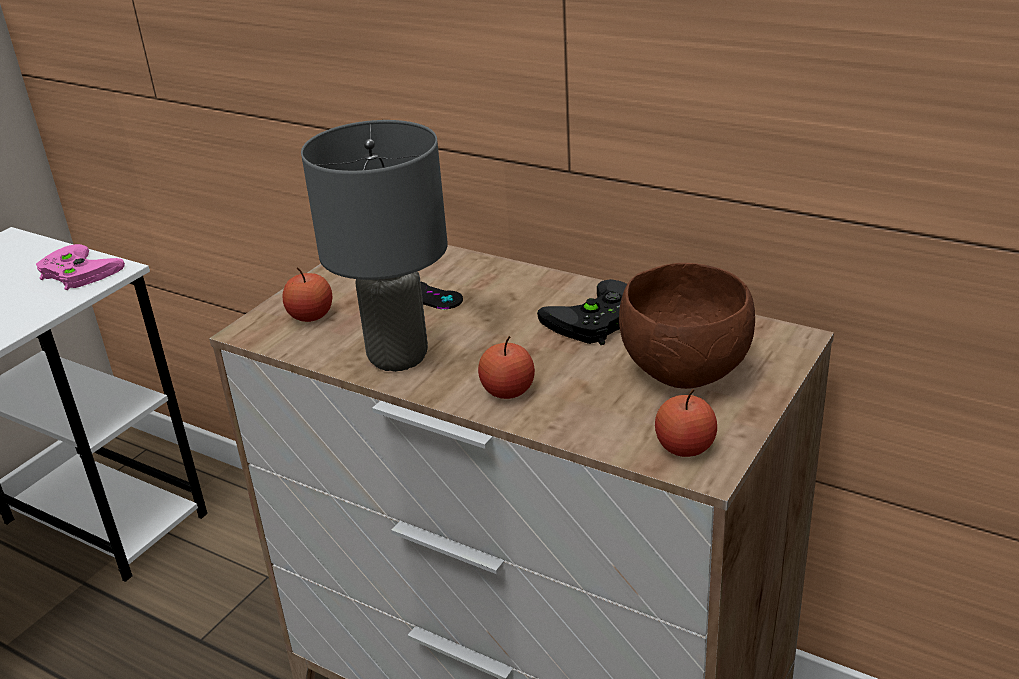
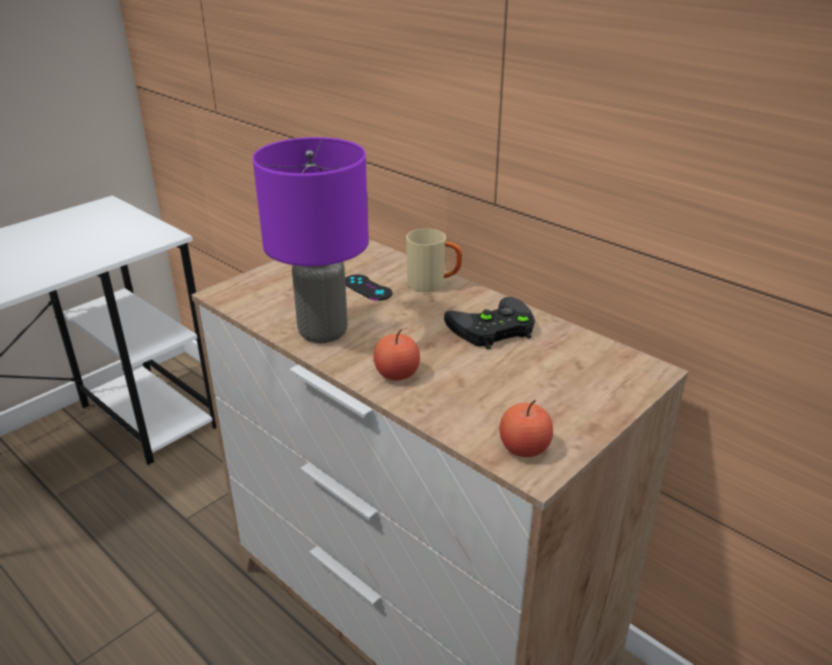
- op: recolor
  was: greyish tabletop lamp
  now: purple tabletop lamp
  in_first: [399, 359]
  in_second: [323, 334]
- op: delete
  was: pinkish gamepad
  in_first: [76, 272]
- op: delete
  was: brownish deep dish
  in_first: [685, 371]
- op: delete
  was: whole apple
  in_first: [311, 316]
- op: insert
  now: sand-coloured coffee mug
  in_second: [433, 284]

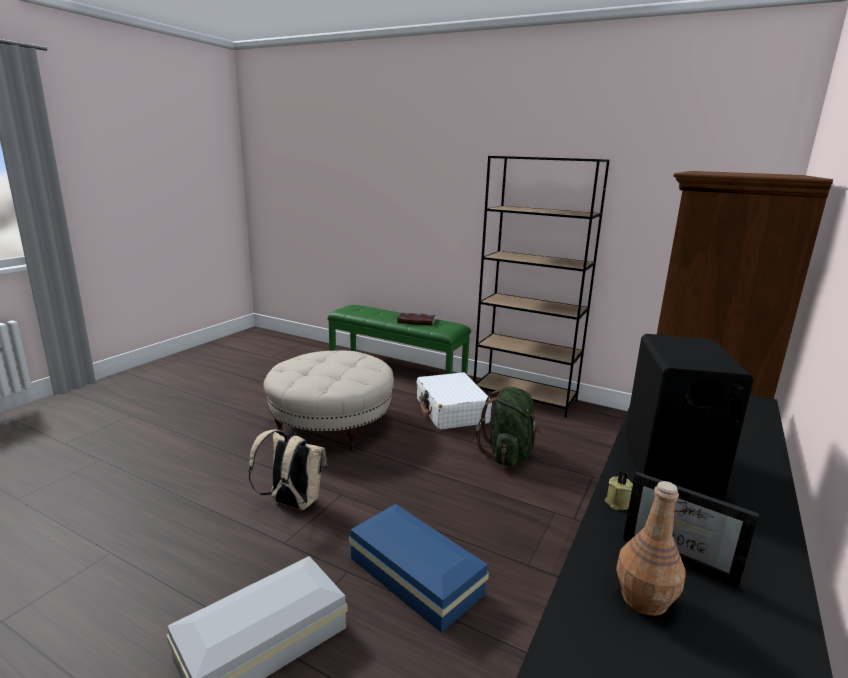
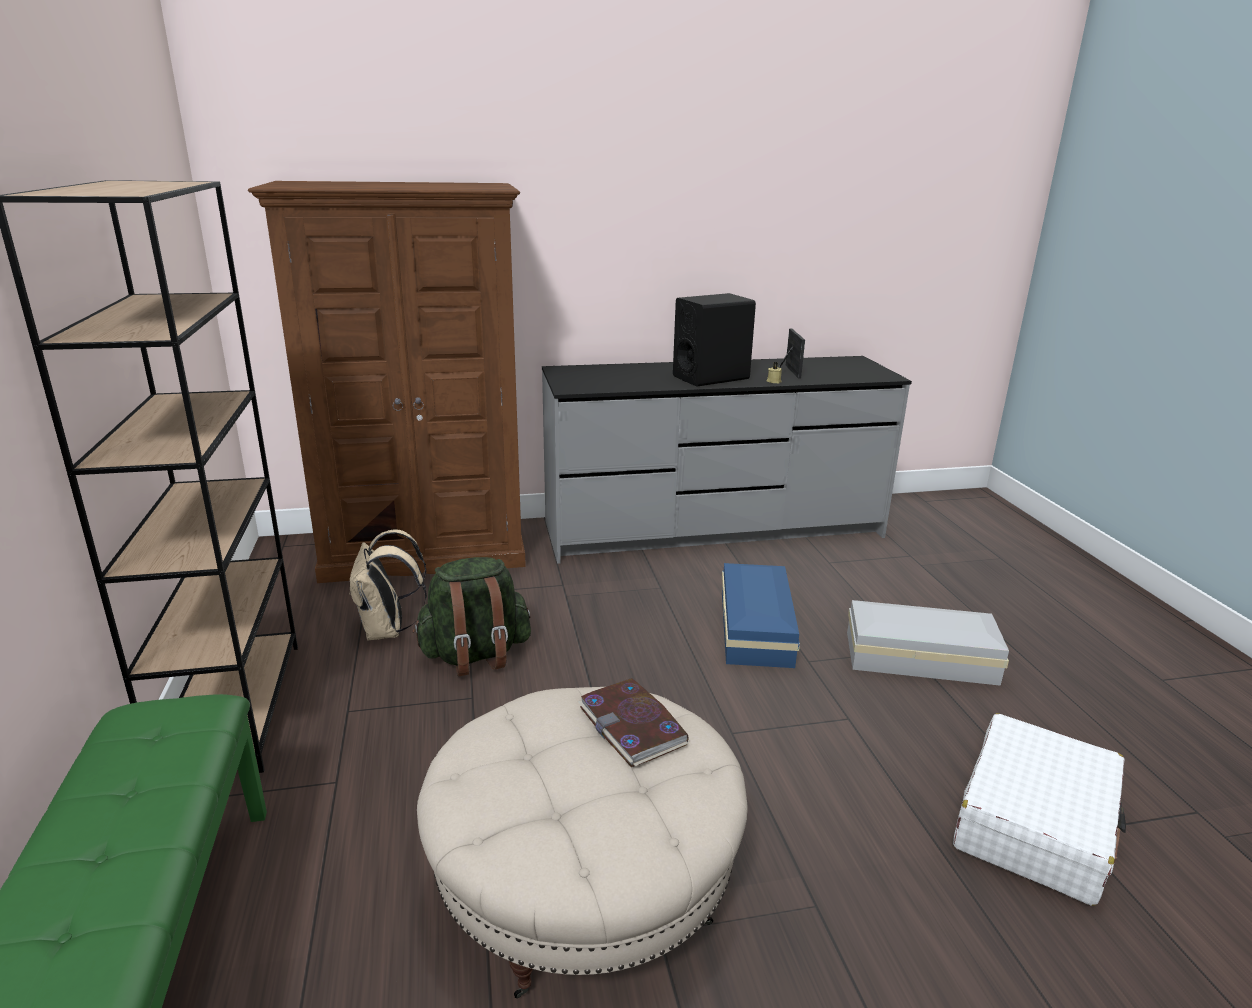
- op: move
  was: book
  in_first: [416, 321]
  in_second: [633, 726]
- op: move
  was: whitish suitcase
  in_first: [451, 411]
  in_second: [1035, 823]
- op: move
  was: sand-coloured knapsack
  in_first: [292, 503]
  in_second: [388, 631]
- op: delete
  was: brownish bottle
  in_first: [644, 598]

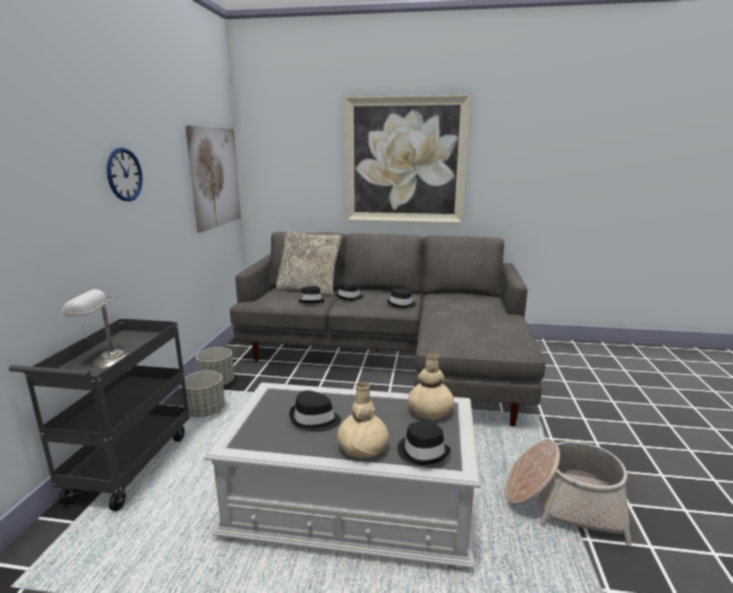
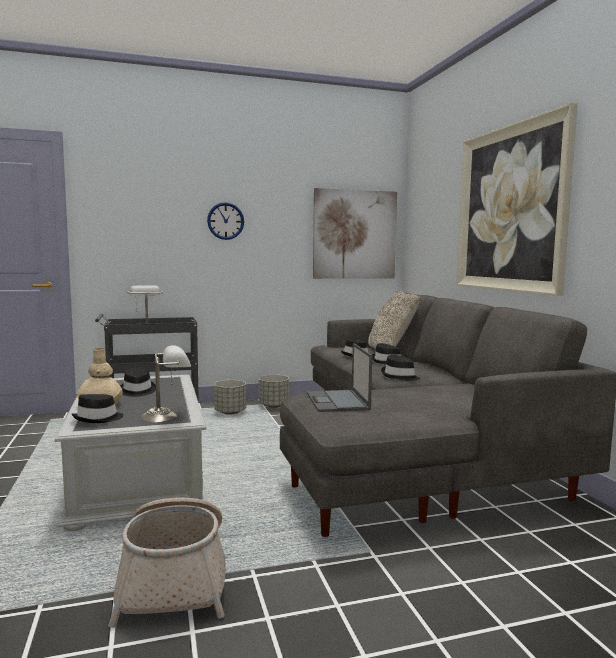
- op: replace
  was: sand-coloured decorative vase
  now: whitish tabletop lamp
  in_first: [430, 412]
  in_second: [166, 415]
- op: insert
  now: laptop
  in_second: [337, 401]

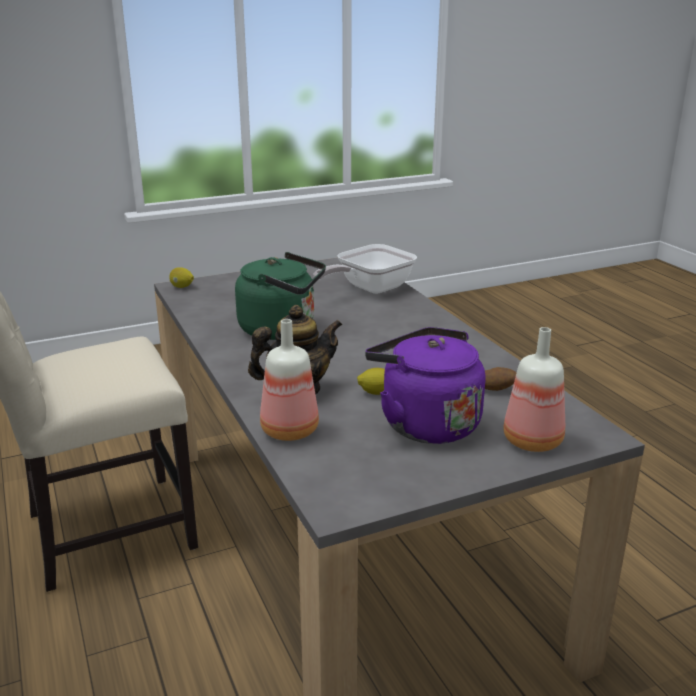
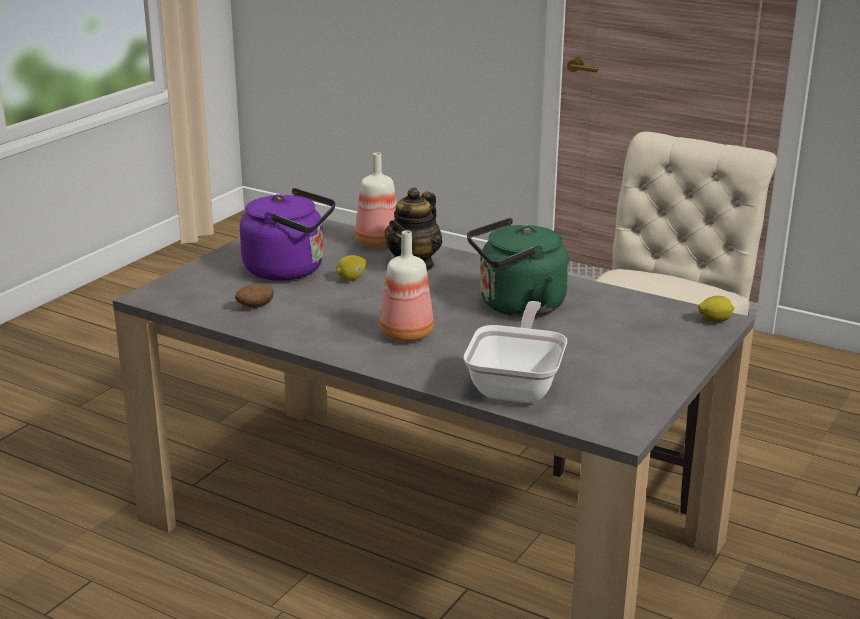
- op: move
  was: bottle
  in_first: [534, 442]
  in_second: [404, 334]

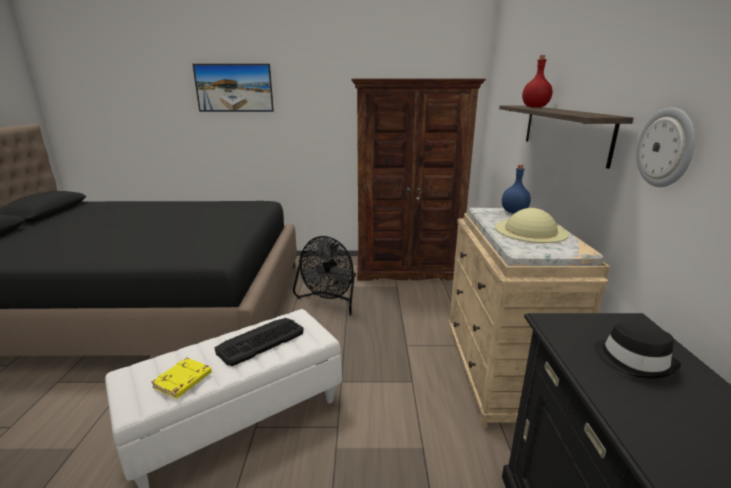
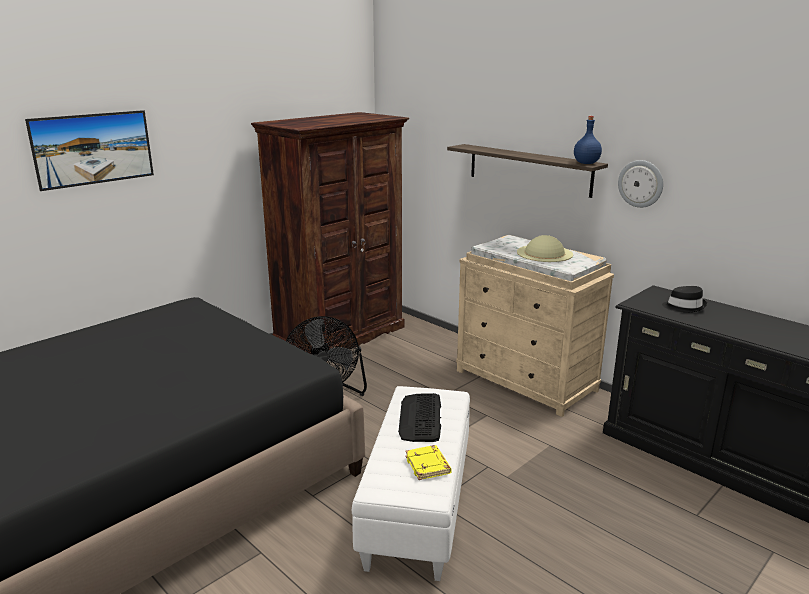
- op: delete
  was: red bottle
  in_first: [535, 107]
- op: move
  was: blue bottle
  in_first: [513, 212]
  in_second: [585, 163]

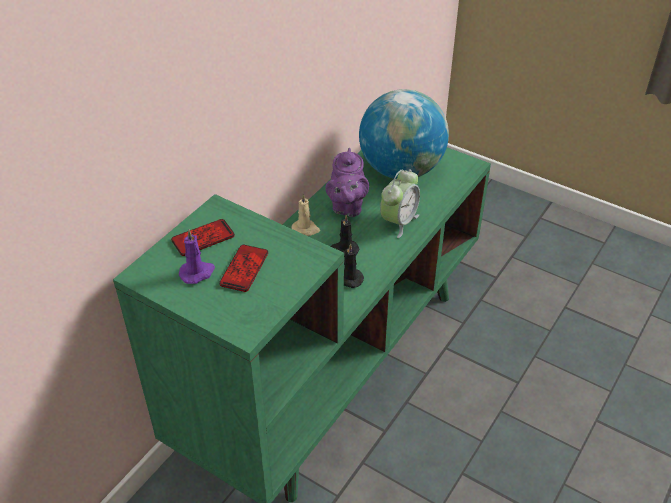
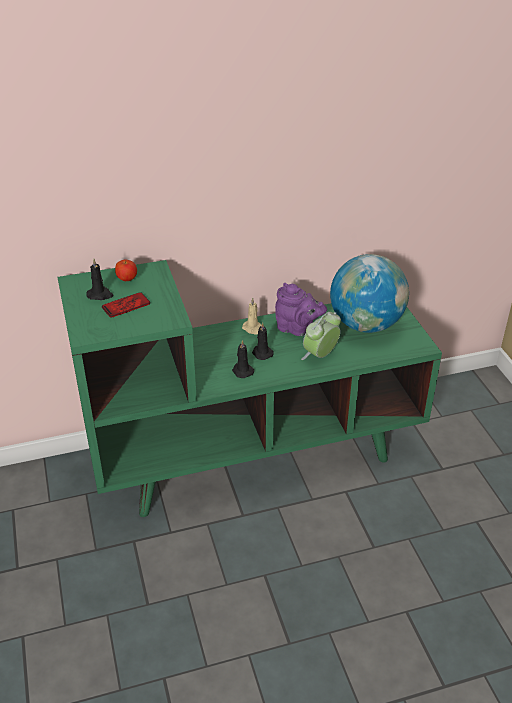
- op: rotate
  was: purple tea pot
  in_first: [346, 207]
  in_second: [297, 329]
  clockwise: -105
- op: rotate
  was: bedside clock
  in_first: [398, 222]
  in_second: [320, 355]
  clockwise: 150
- op: replace
  was: phone
  now: whole apple
  in_first: [203, 238]
  in_second: [127, 279]
- op: recolor
  was: purple wax candle
  now: black wax candle
  in_first: [197, 273]
  in_second: [100, 295]

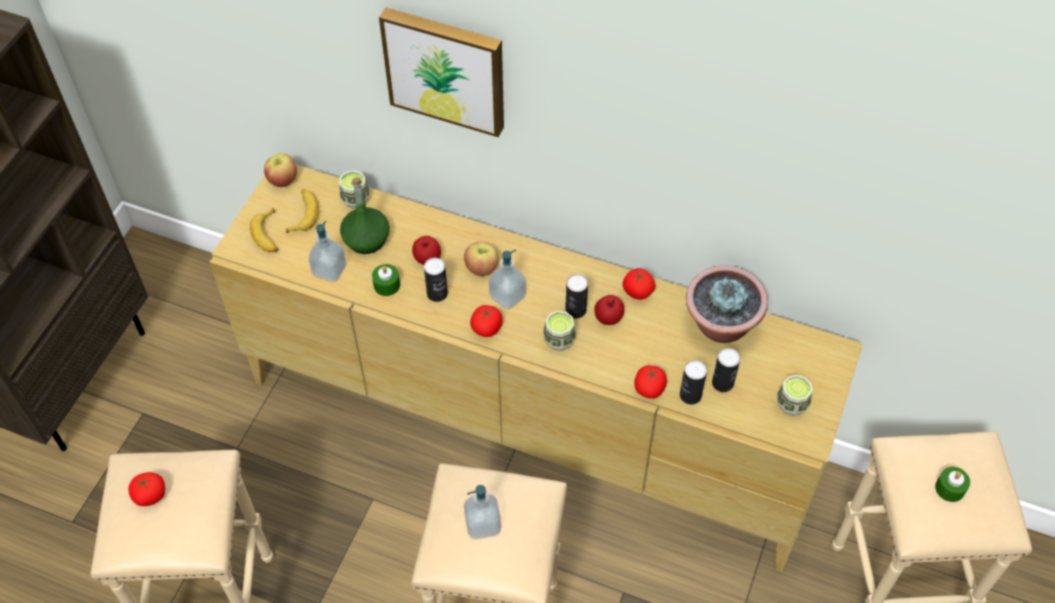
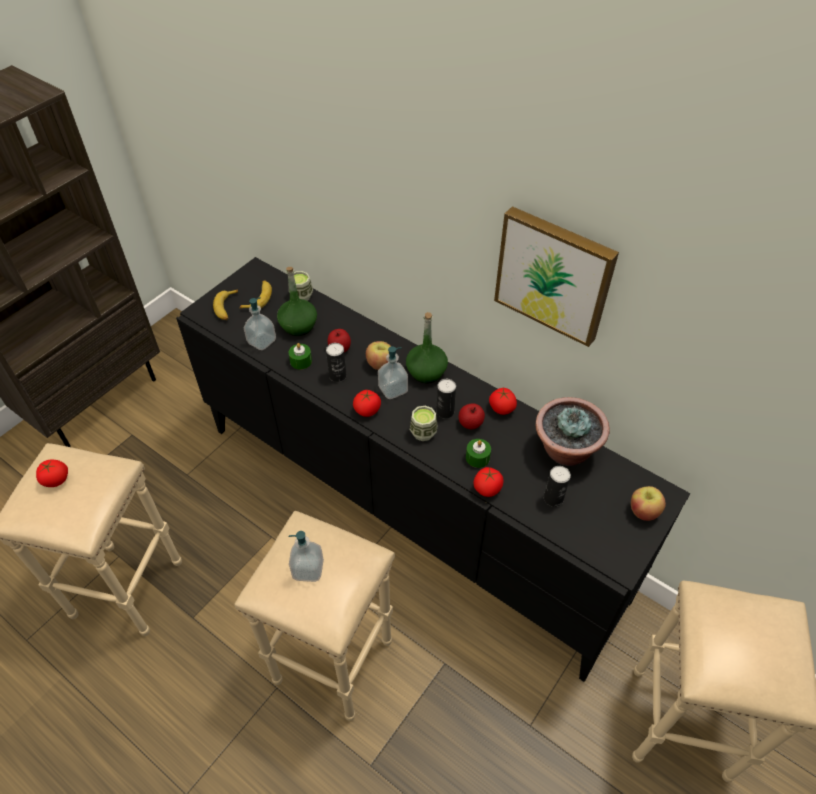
- op: move
  was: wall art
  in_first: [446, 68]
  in_second: [555, 274]
- op: move
  was: whole apple
  in_first: [282, 180]
  in_second: [643, 511]
- op: recolor
  was: sand-coloured storage cabinet
  now: black storage cabinet
  in_first: [530, 425]
  in_second: [410, 509]
- op: delete
  was: can
  in_first: [690, 395]
- op: delete
  was: small cup
  in_first: [791, 404]
- op: move
  was: green wax candle
  in_first: [950, 488]
  in_second: [477, 457]
- op: insert
  now: green bottle
  in_second: [426, 372]

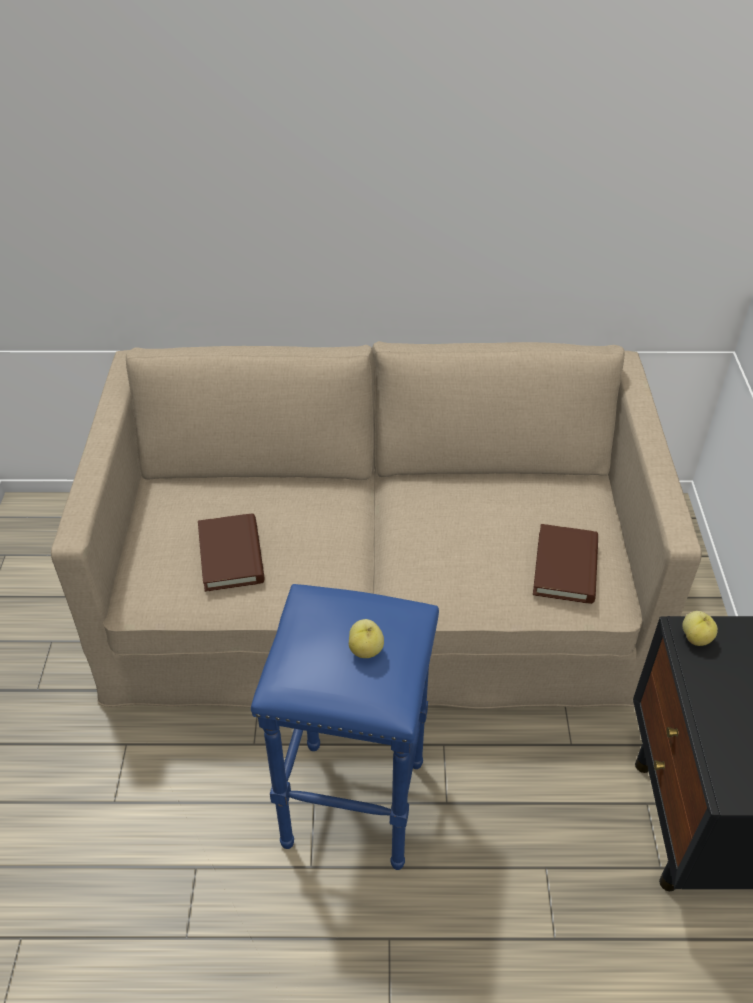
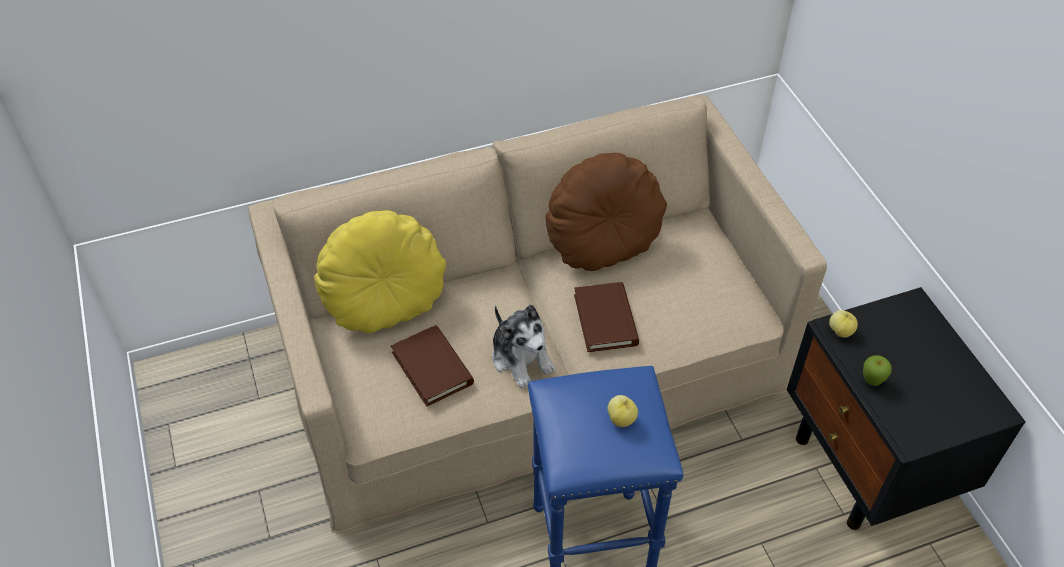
- op: move
  was: brownish book
  in_first: [565, 567]
  in_second: [605, 320]
- op: insert
  now: brownish pillow
  in_second: [603, 249]
- op: insert
  now: yellowish pillow
  in_second: [386, 309]
- op: insert
  now: soft toy
  in_second: [521, 358]
- op: insert
  now: whole apple
  in_second: [871, 382]

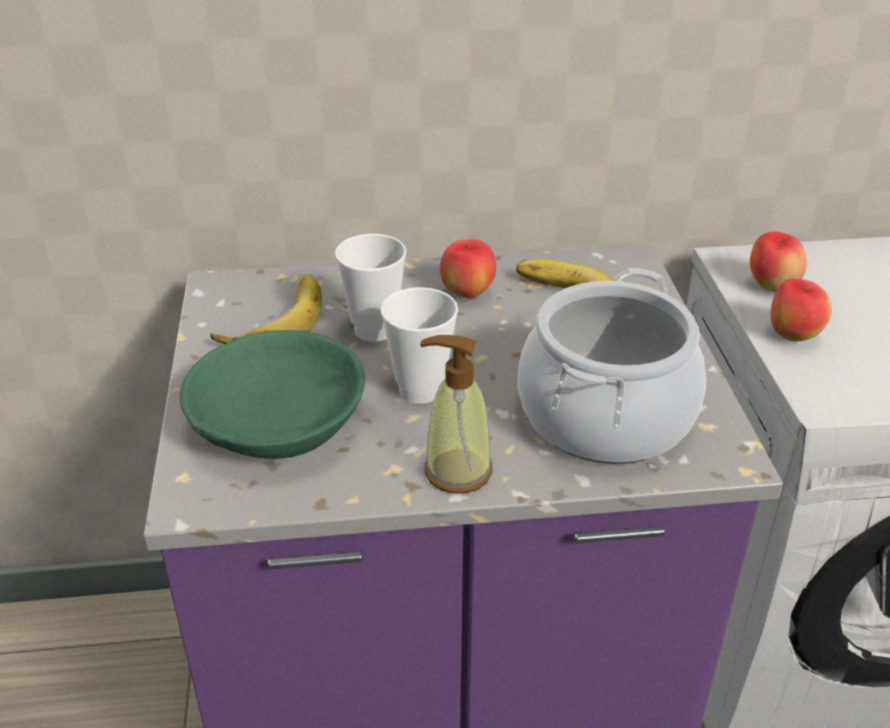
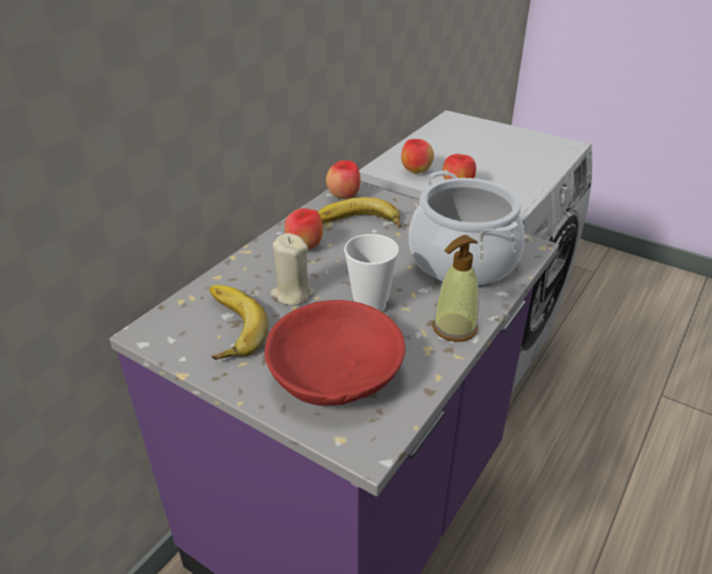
- op: replace
  was: small cup
  now: sand-coloured wax candle
  in_first: [374, 330]
  in_second: [292, 294]
- op: recolor
  was: green deep dish
  now: red deep dish
  in_first: [279, 424]
  in_second: [335, 373]
- op: insert
  now: whole apple
  in_second: [344, 197]

